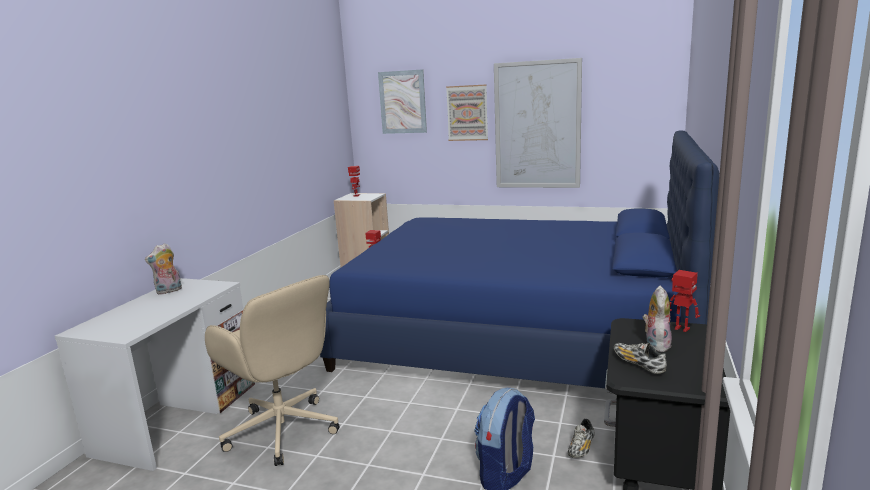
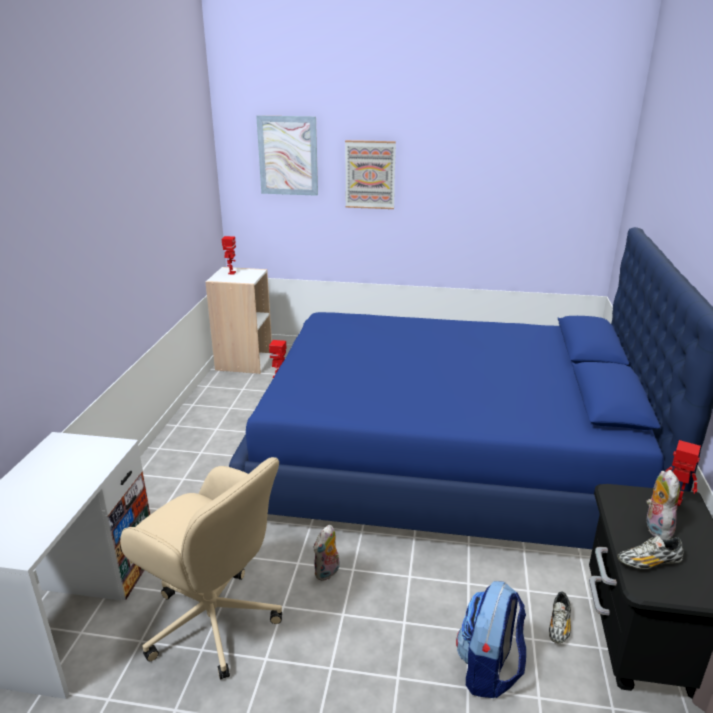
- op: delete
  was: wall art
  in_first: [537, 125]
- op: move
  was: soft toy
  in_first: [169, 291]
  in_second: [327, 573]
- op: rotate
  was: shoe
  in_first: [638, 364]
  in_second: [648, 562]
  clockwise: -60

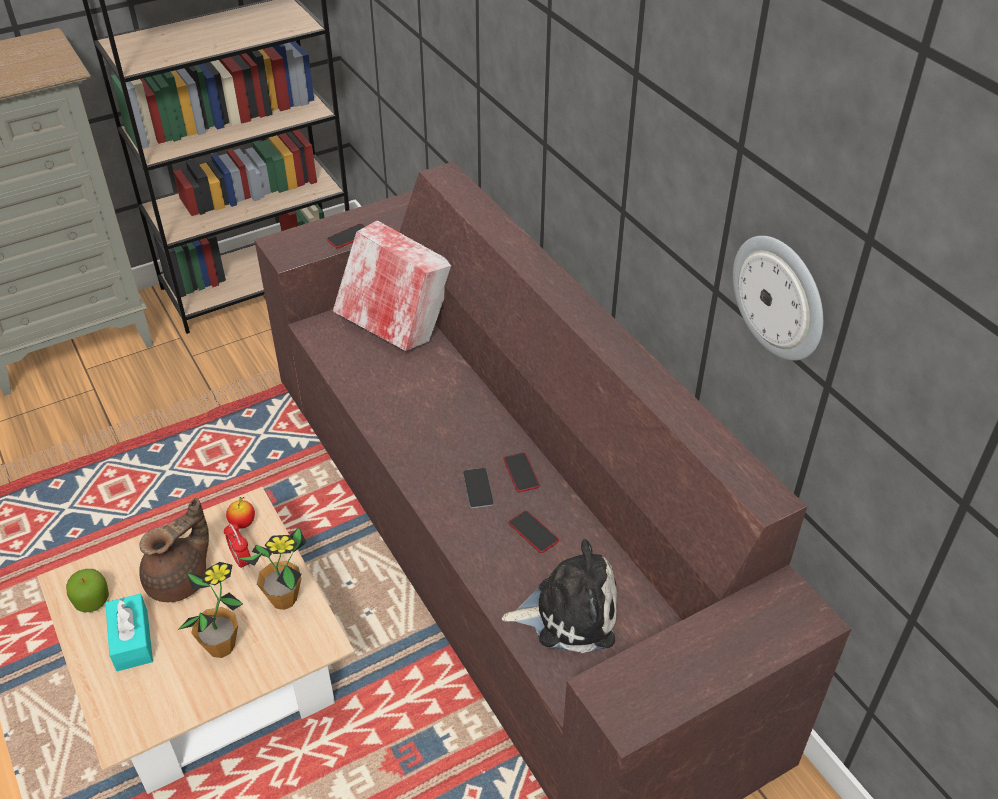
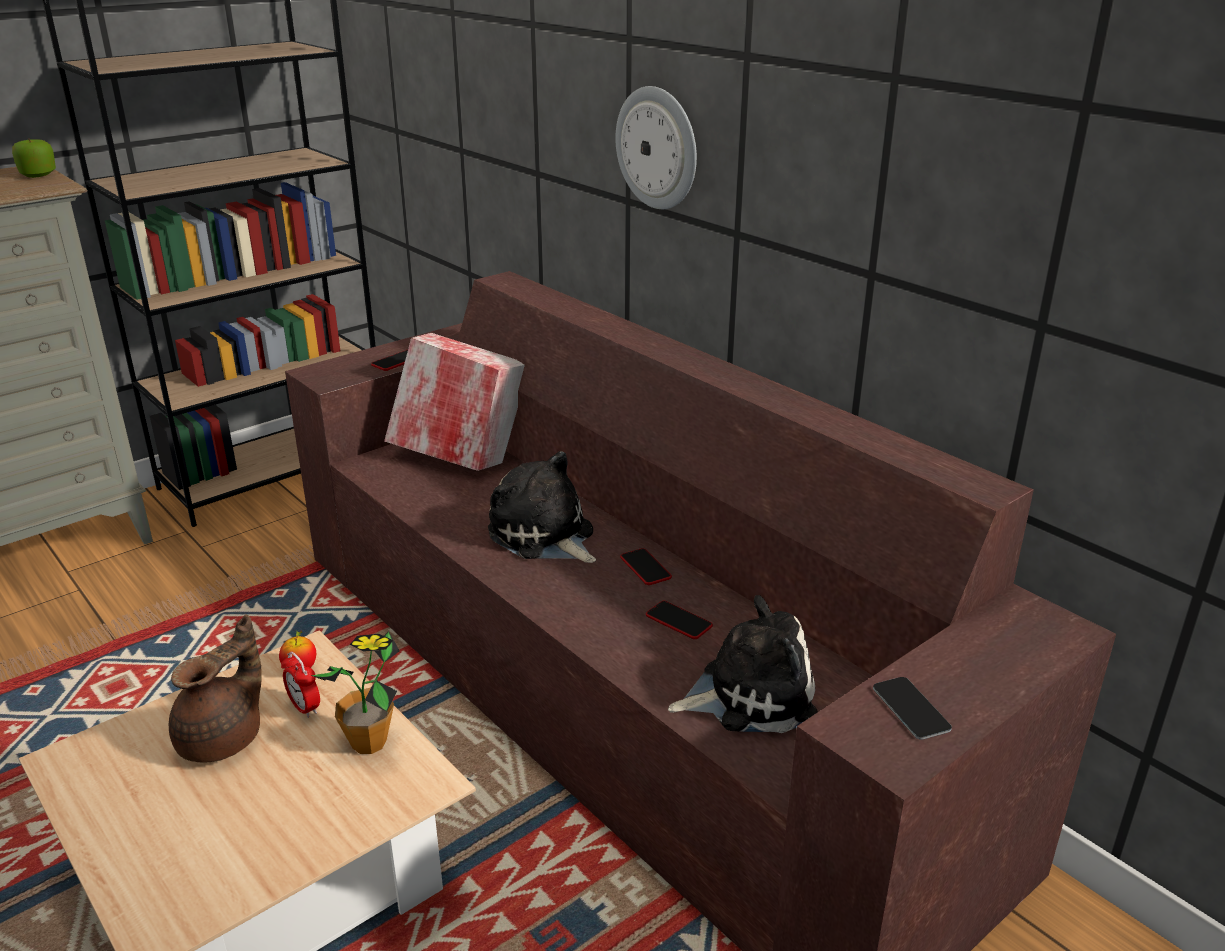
- op: move
  was: clock on the wall
  in_first: [780, 297]
  in_second: [658, 148]
- op: move
  was: phone
  in_first: [478, 488]
  in_second: [911, 708]
- op: delete
  was: plant in a pot
  in_first: [221, 646]
- op: move
  was: whole apple
  in_first: [92, 600]
  in_second: [38, 175]
- op: delete
  was: blue-green tissue holder
  in_first: [132, 640]
- op: insert
  now: soft toy
  in_second: [544, 536]

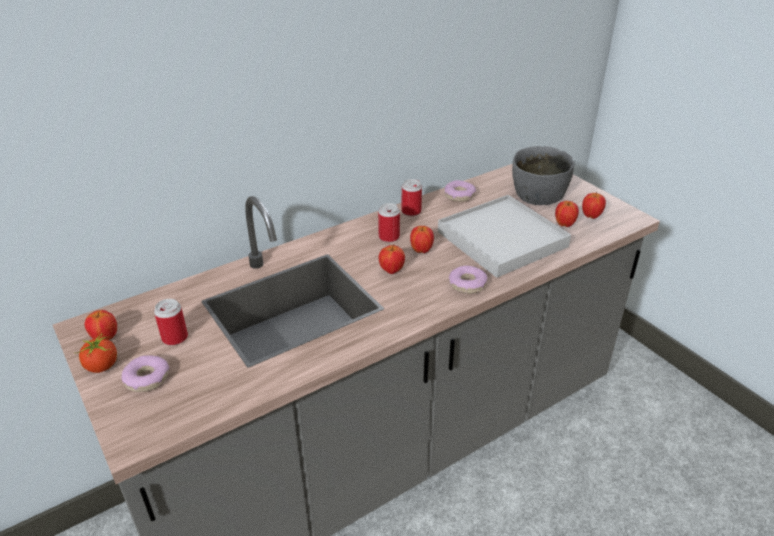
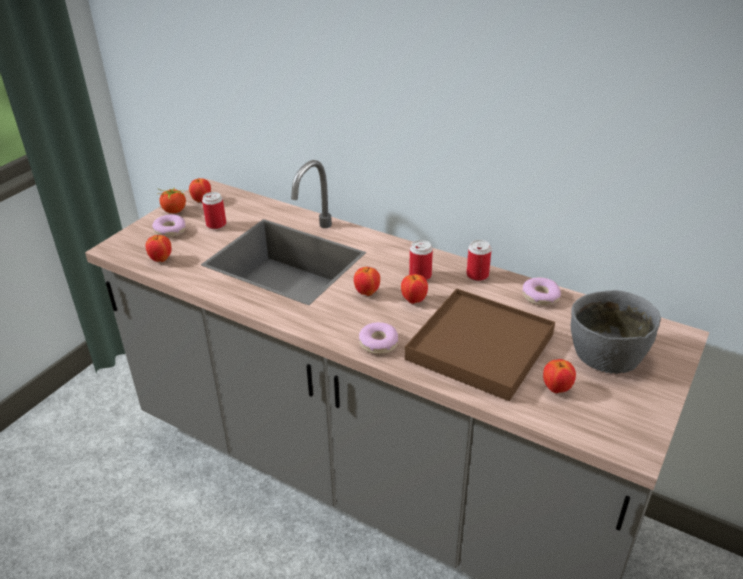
- op: move
  was: whole apple
  in_first: [591, 216]
  in_second: [161, 259]
- op: recolor
  was: whitish carrying tray
  now: brownish carrying tray
  in_first: [502, 239]
  in_second: [479, 347]

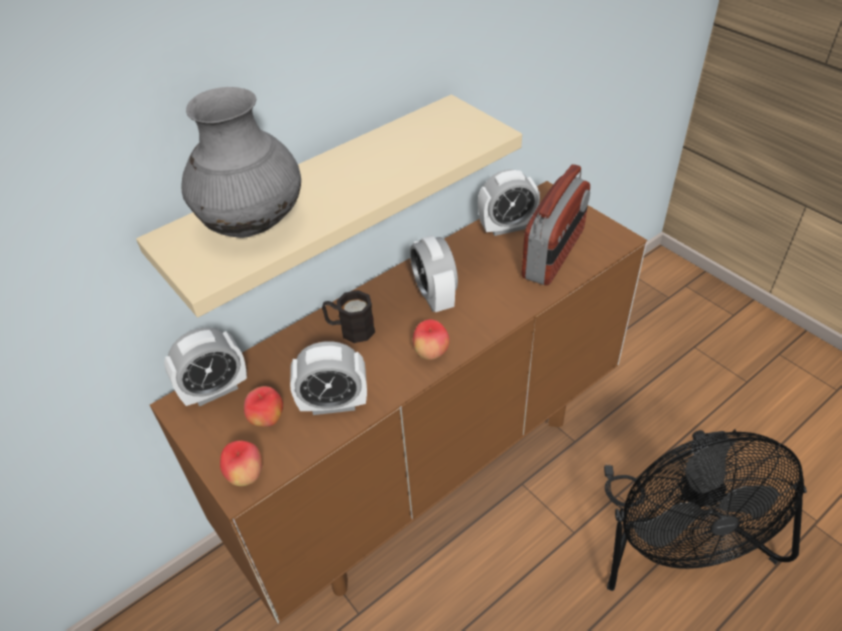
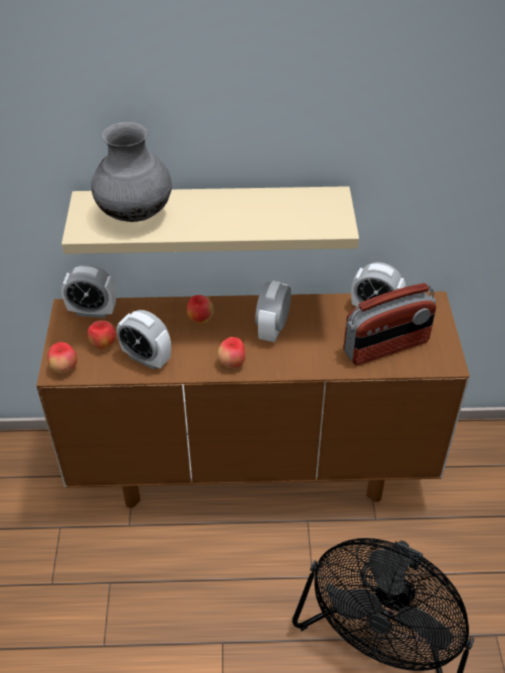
- op: replace
  was: black coffee mug
  now: whole apple
  in_first: [350, 329]
  in_second: [200, 320]

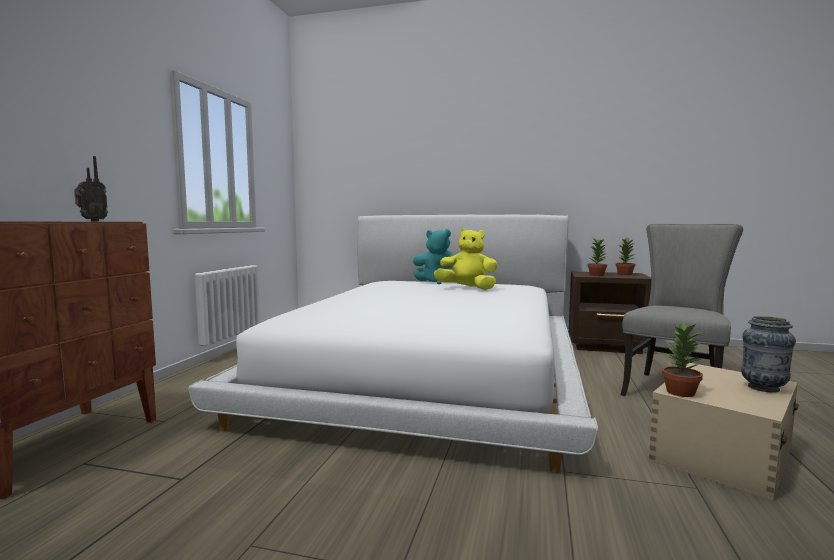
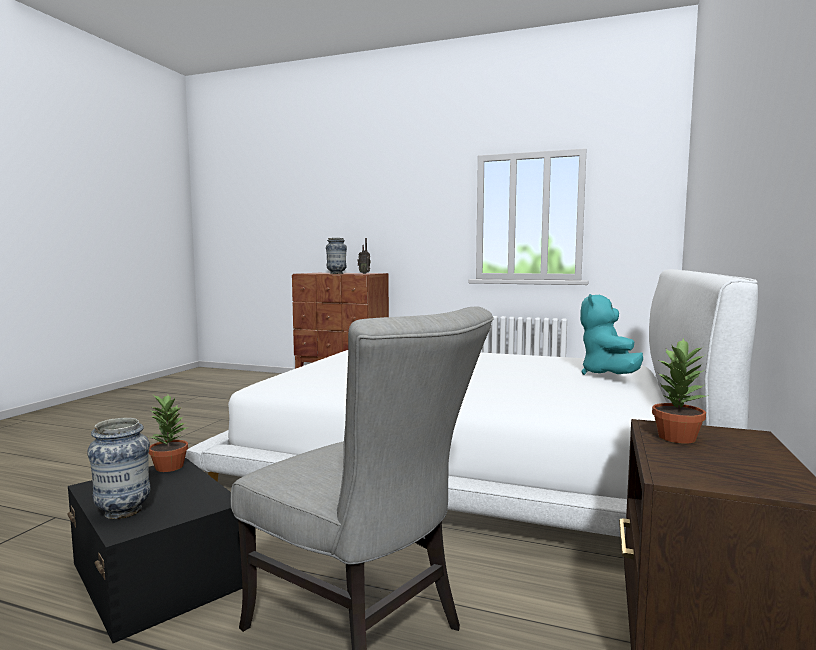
- op: delete
  was: yellowish soft toy
  in_first: [467, 288]
- op: delete
  was: plant in a pot
  in_first: [625, 274]
- op: recolor
  was: sand-coloured storage box
  now: black storage box
  in_first: [720, 454]
  in_second: [158, 572]
- op: insert
  now: decorative vase
  in_second: [336, 273]

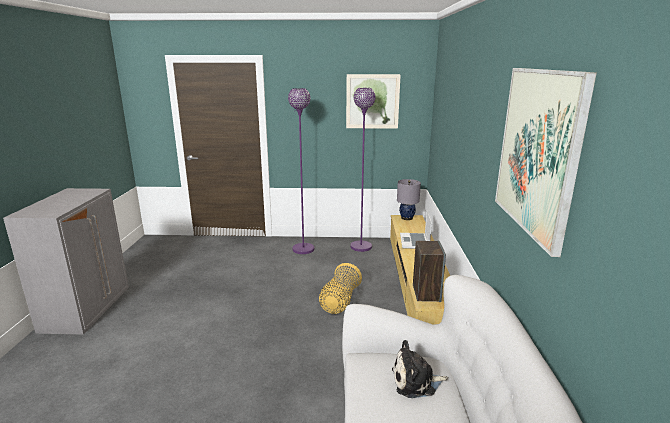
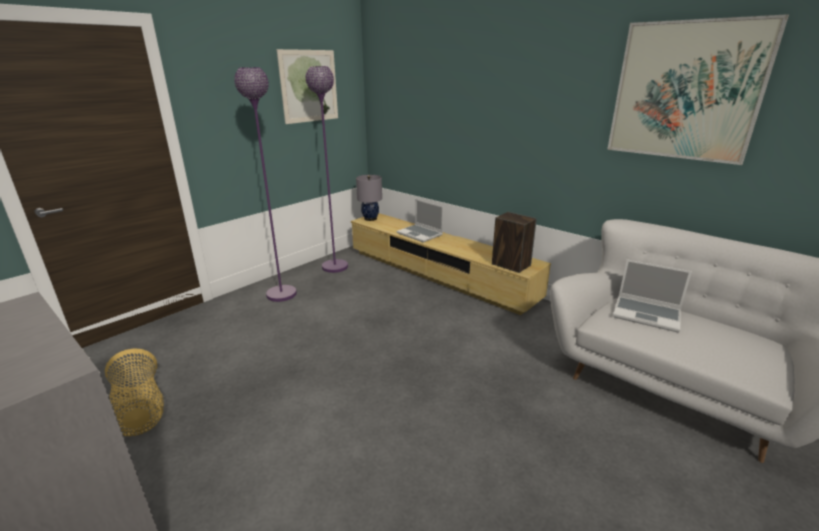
- op: move
  was: storage basket
  in_first: [340, 301]
  in_second: [140, 410]
- op: replace
  was: soft toy
  now: laptop
  in_first: [416, 382]
  in_second: [647, 314]

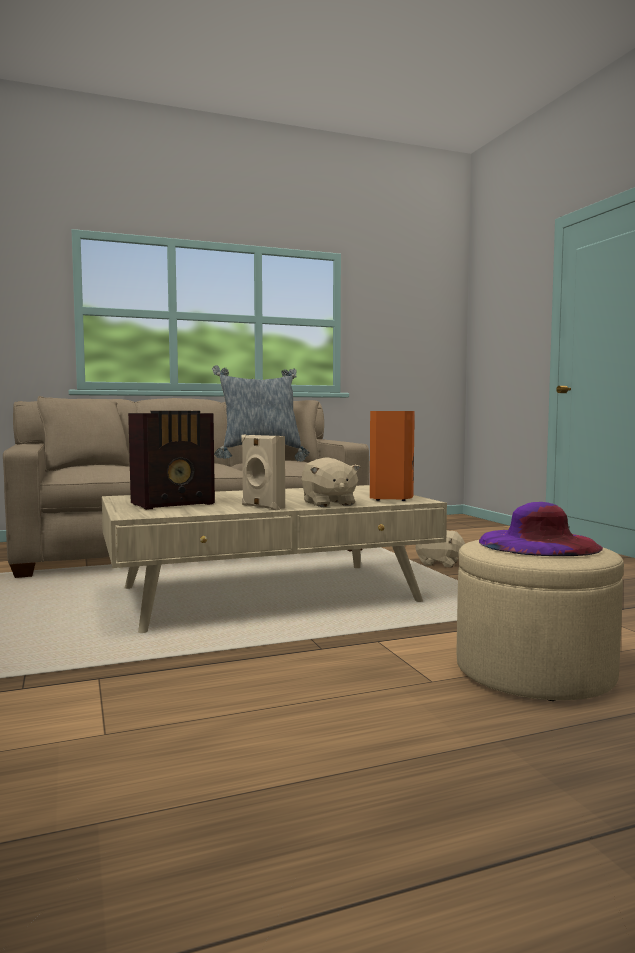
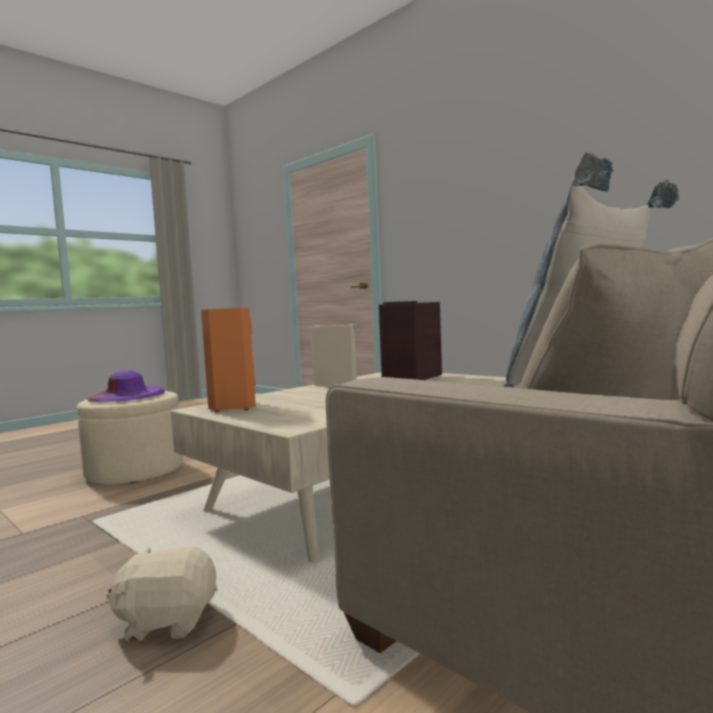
- op: delete
  was: sand-coloured soft toy
  in_first: [328, 503]

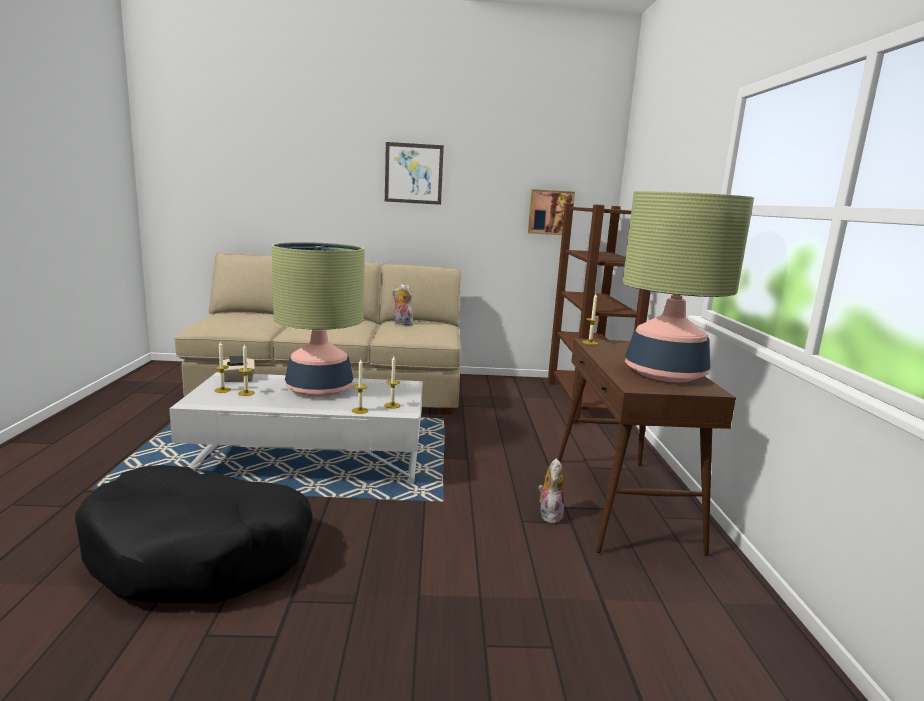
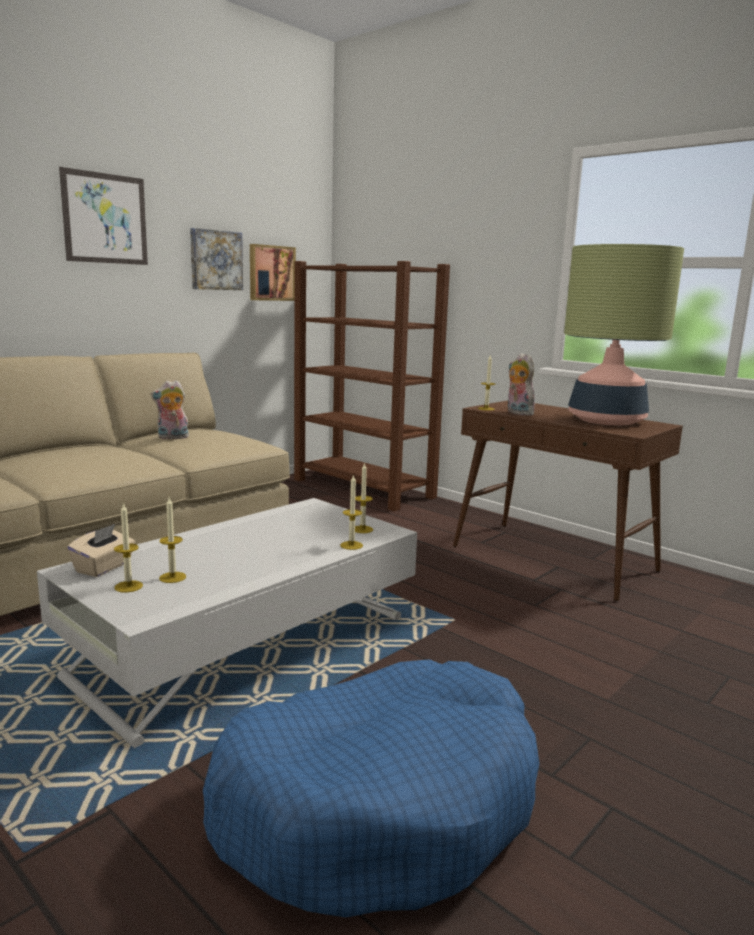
- op: delete
  was: tabletop lamp
  in_first: [319, 389]
- op: move
  was: soft toy
  in_first: [549, 514]
  in_second: [517, 413]
- op: recolor
  was: black pet bed
  now: blue pet bed
  in_first: [200, 553]
  in_second: [379, 804]
- op: insert
  now: wall art
  in_second: [215, 260]

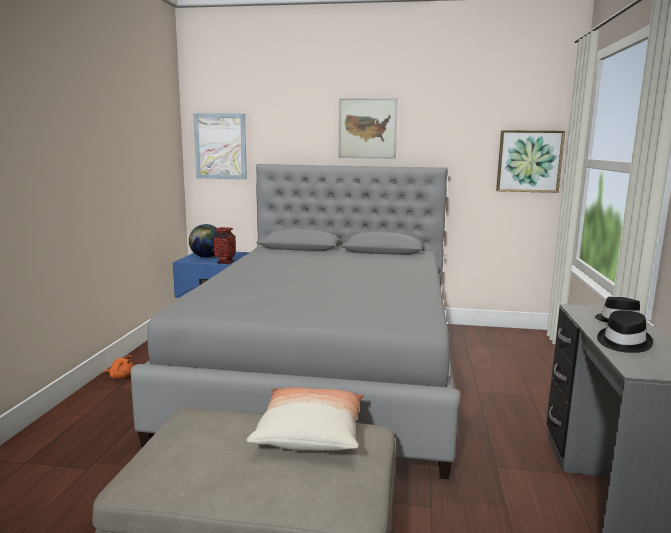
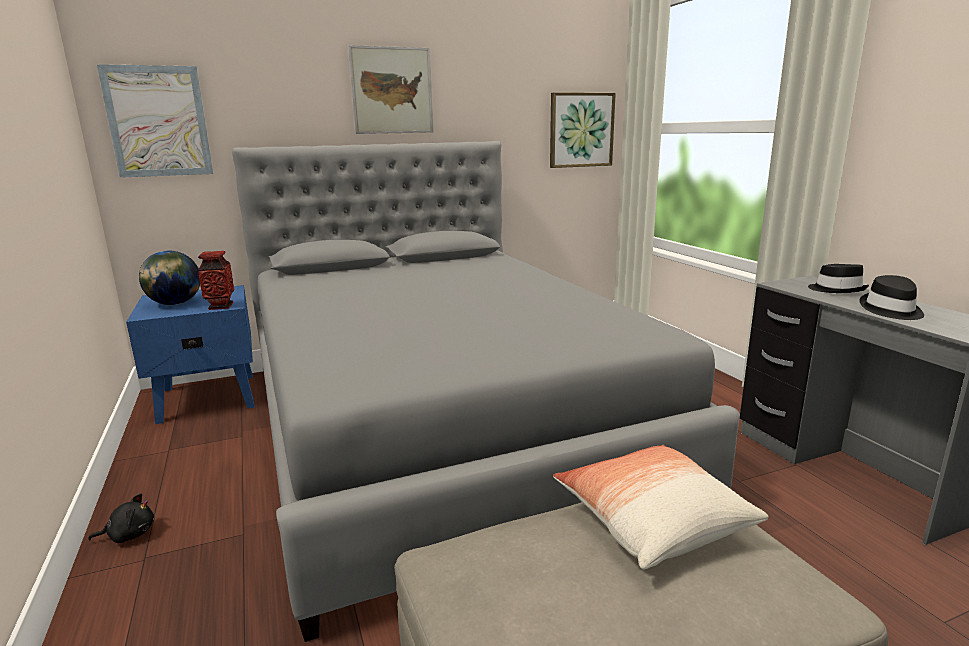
- op: recolor
  was: orangey soft toy
  now: black soft toy
  in_first: [120, 376]
  in_second: [129, 535]

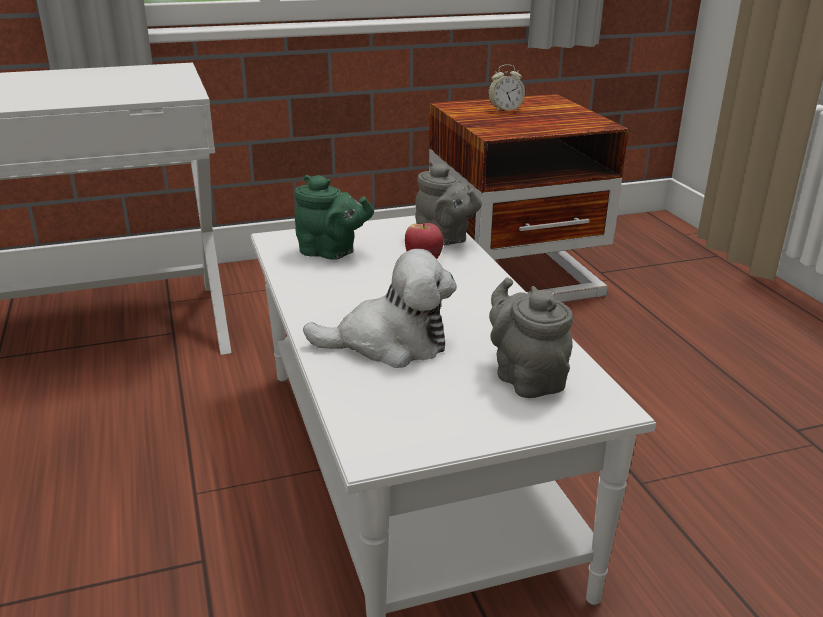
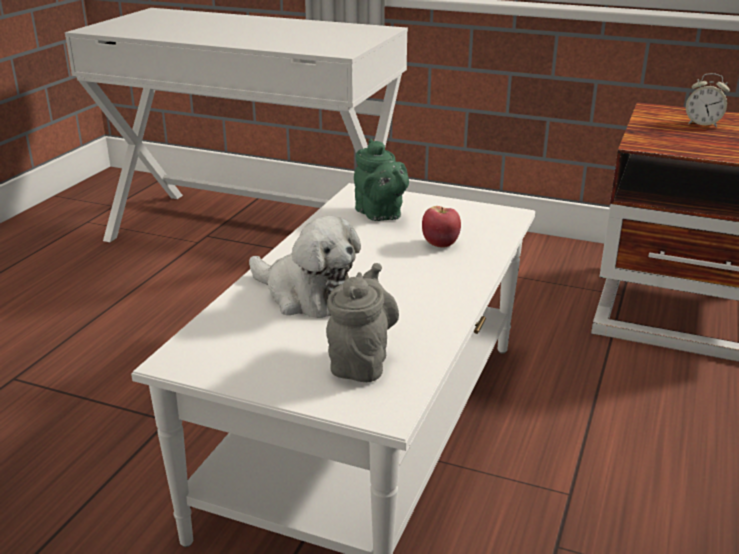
- op: delete
  was: greyish tea pot
  in_first: [445, 239]

